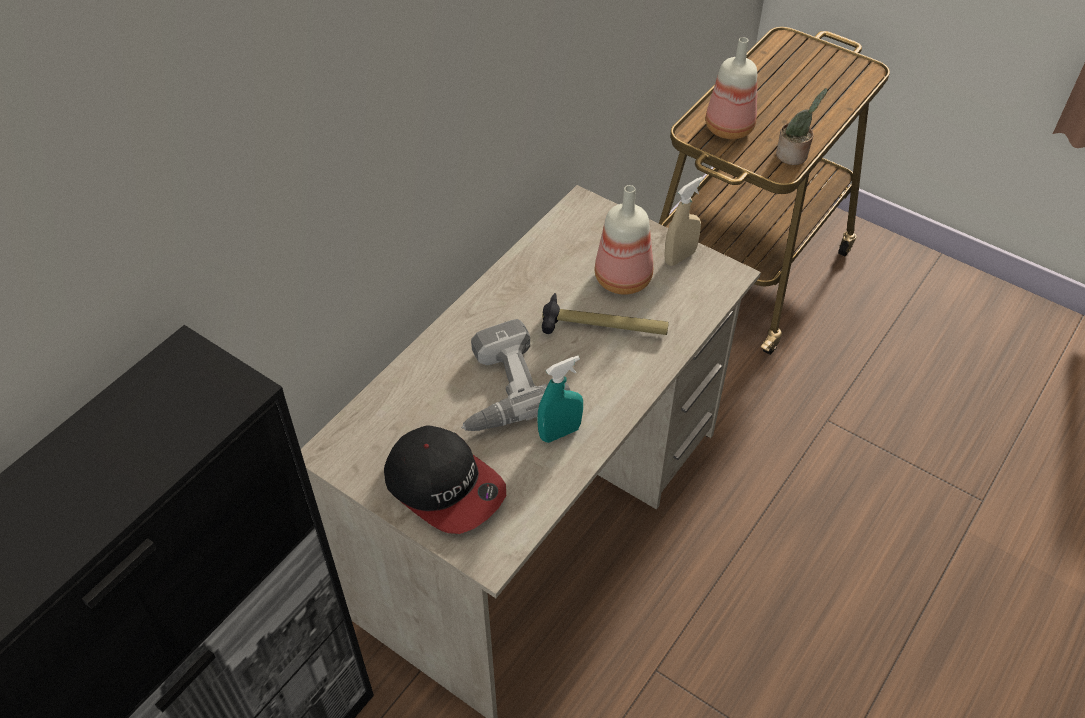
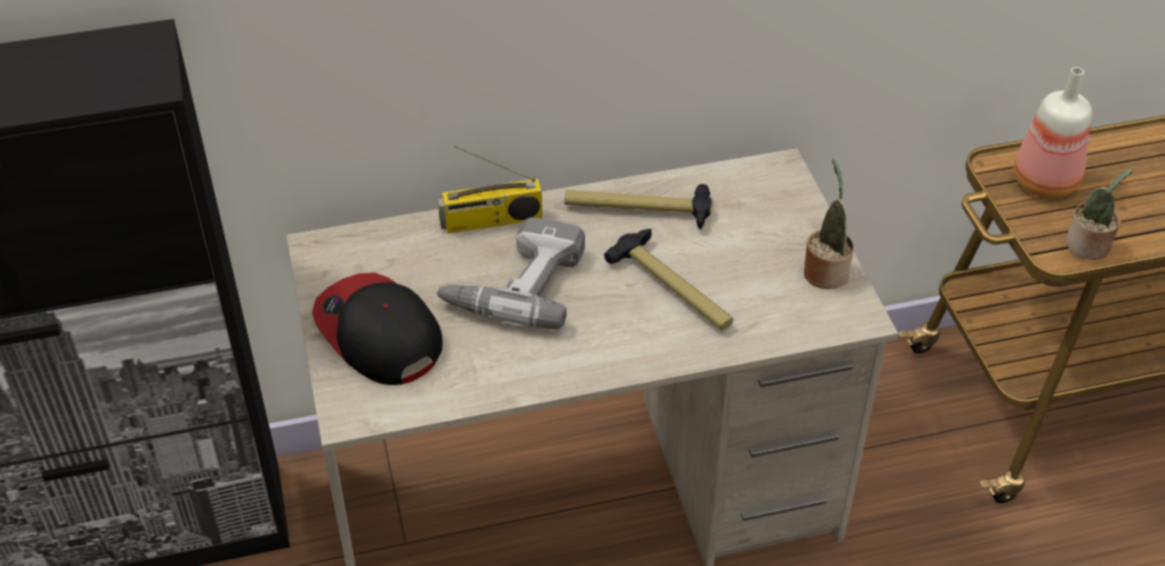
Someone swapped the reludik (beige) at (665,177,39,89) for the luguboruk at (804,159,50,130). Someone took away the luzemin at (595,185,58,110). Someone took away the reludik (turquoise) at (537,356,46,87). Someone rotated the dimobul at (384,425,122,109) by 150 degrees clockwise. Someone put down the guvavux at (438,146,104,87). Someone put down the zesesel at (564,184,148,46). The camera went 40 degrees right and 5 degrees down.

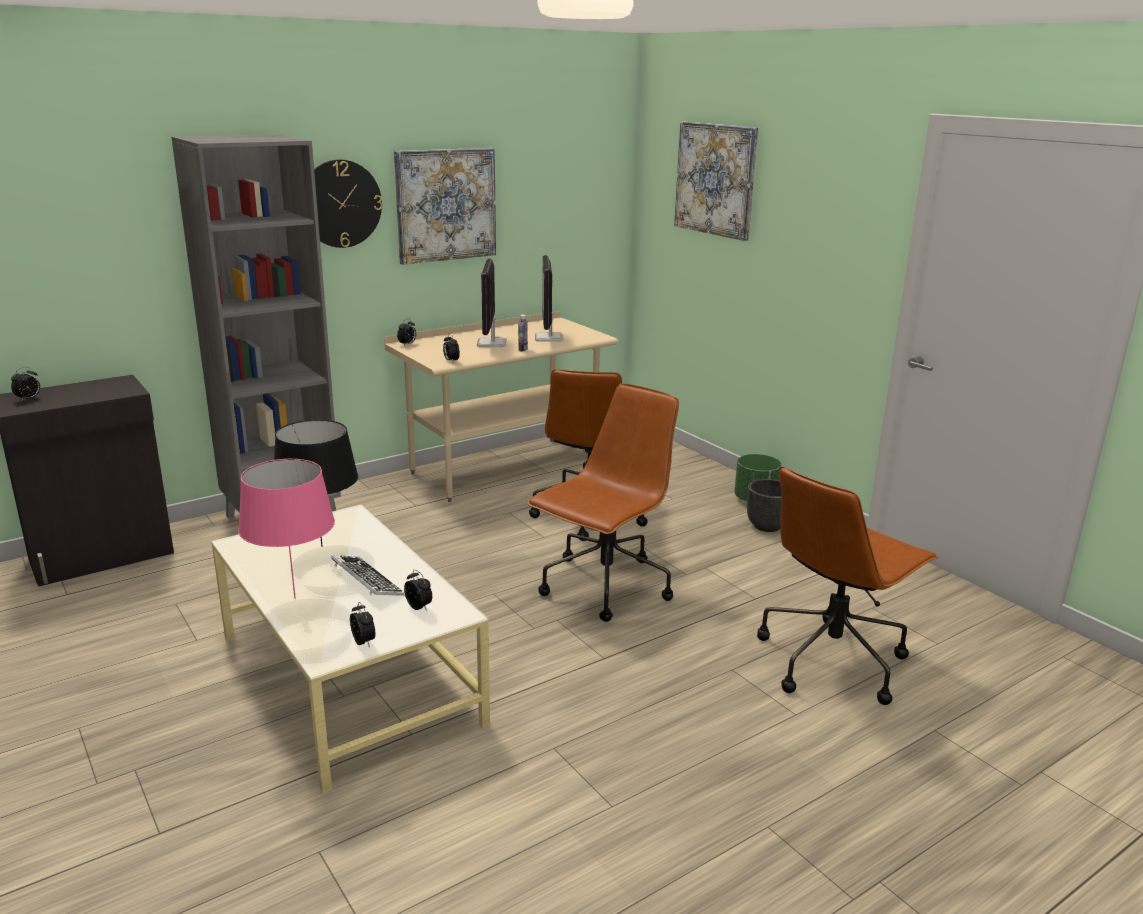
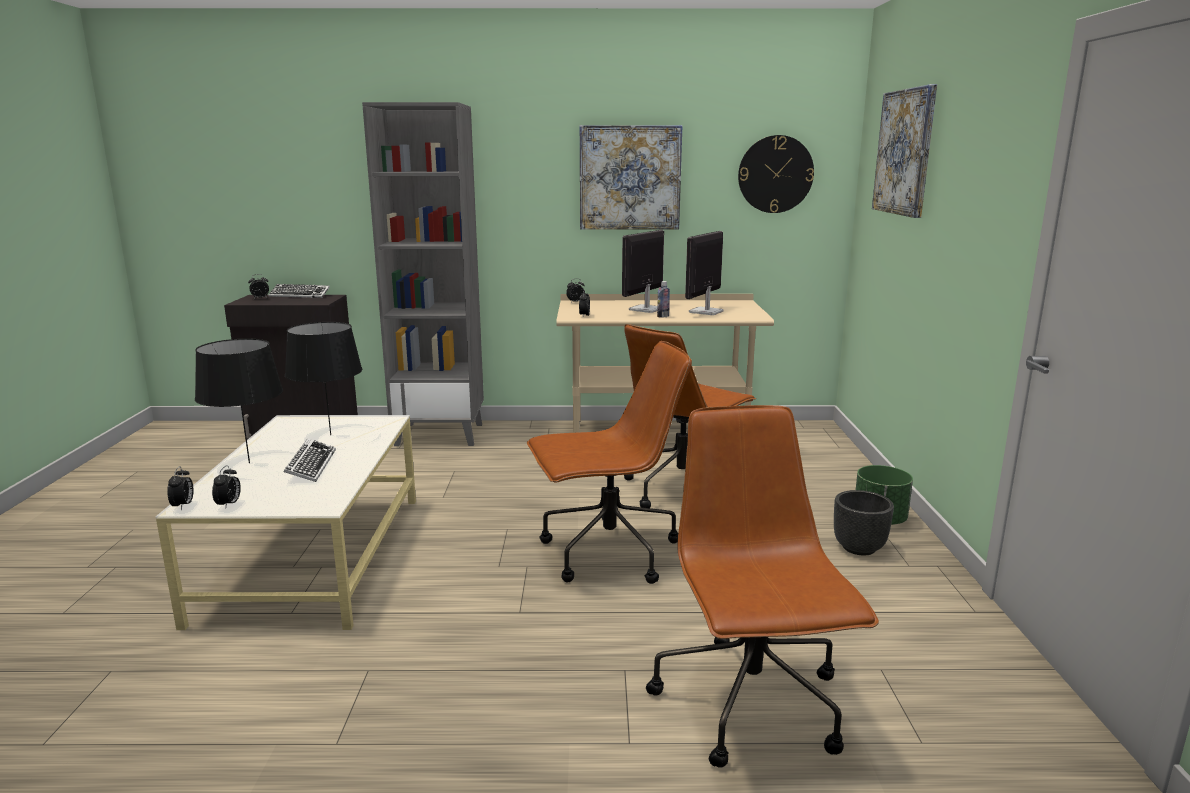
Someone carried the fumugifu from (314,159,69,89) to (738,135,76,78). Someone repainted the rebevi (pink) at (238,459,97,140), which became the rebevi (black) at (195,339,88,124). Someone rotated the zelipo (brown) at (757,466,182,239) by 90 degrees clockwise. Someone carried the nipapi from (404,570,28,41) to (167,466,27,44). Someone put down the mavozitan at (268,284,62,14). The camera went 35 degrees right and 5 degrees down.

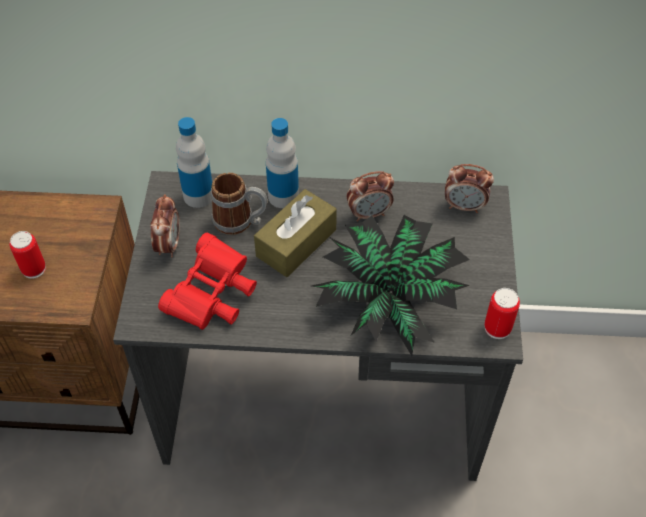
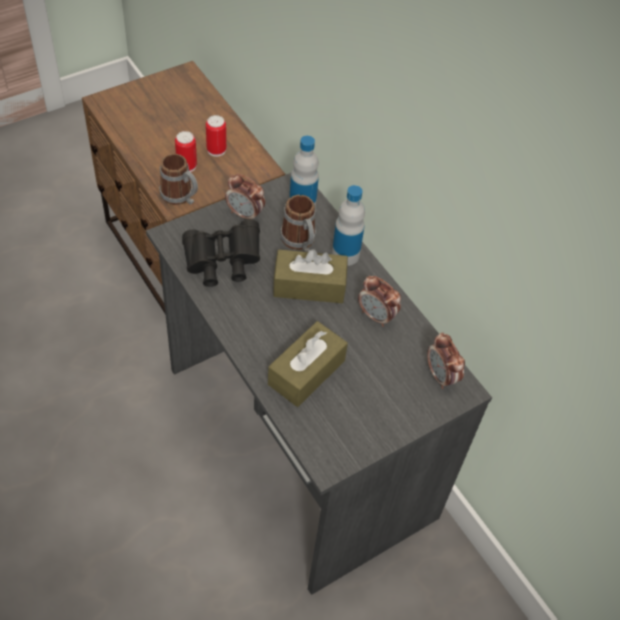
Someone rotated the nipapi at (150,194,30,63) by 60 degrees clockwise. Someone swapped the luguboruk at (311,215,159,141) for the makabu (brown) at (268,321,80,86). Someone repainted the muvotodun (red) at (158,233,99,97), which became the muvotodun (black) at (182,219,78,68). Someone carried the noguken from (484,288,36,51) to (206,115,20,42). Someone put down the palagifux at (159,154,39,51). The camera went 50 degrees right and 0 degrees up.

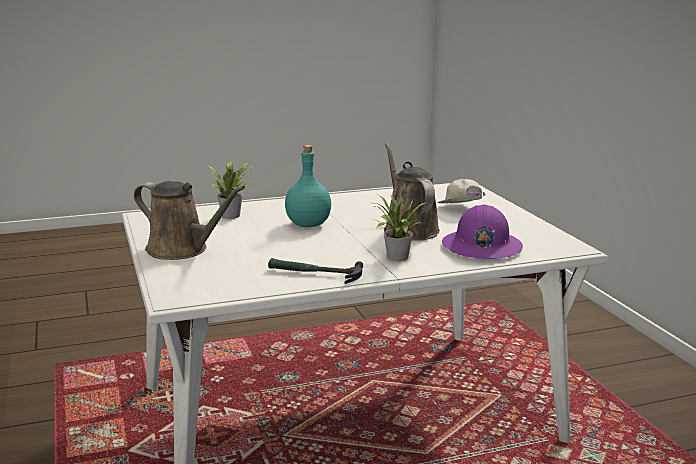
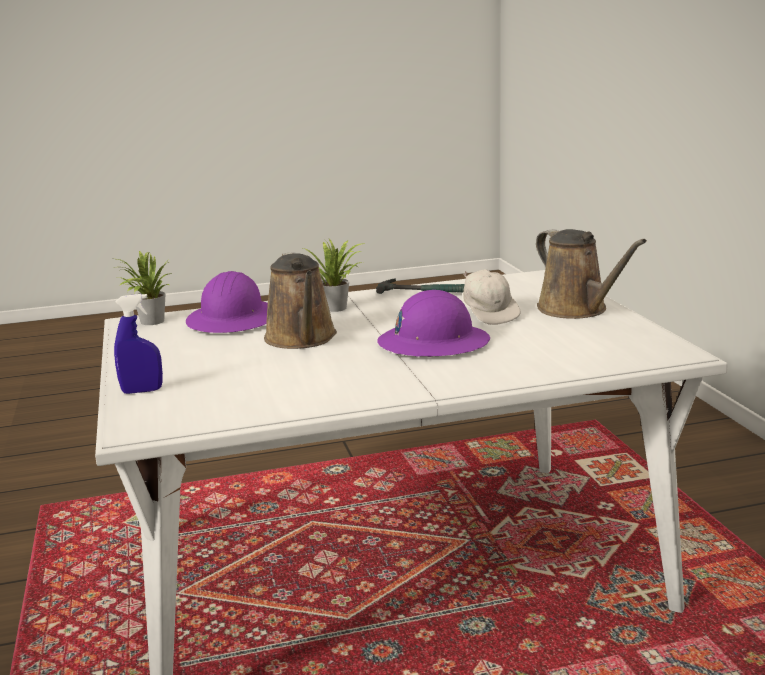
Someone swapped the luzemin (turquoise) at (285,145,46,82) for the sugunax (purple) at (377,290,113,67). Someone carried the luguboruk from (207,159,46,60) to (117,251,54,74). Someone carried the dimobul (white) from (438,179,48,24) to (463,269,58,56). Someone rotated the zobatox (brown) at (134,181,111,79) by 150 degrees counterclockwise. Someone put down the reludik (blue) at (114,294,49,100). The camera went 175 degrees left and 0 degrees up.

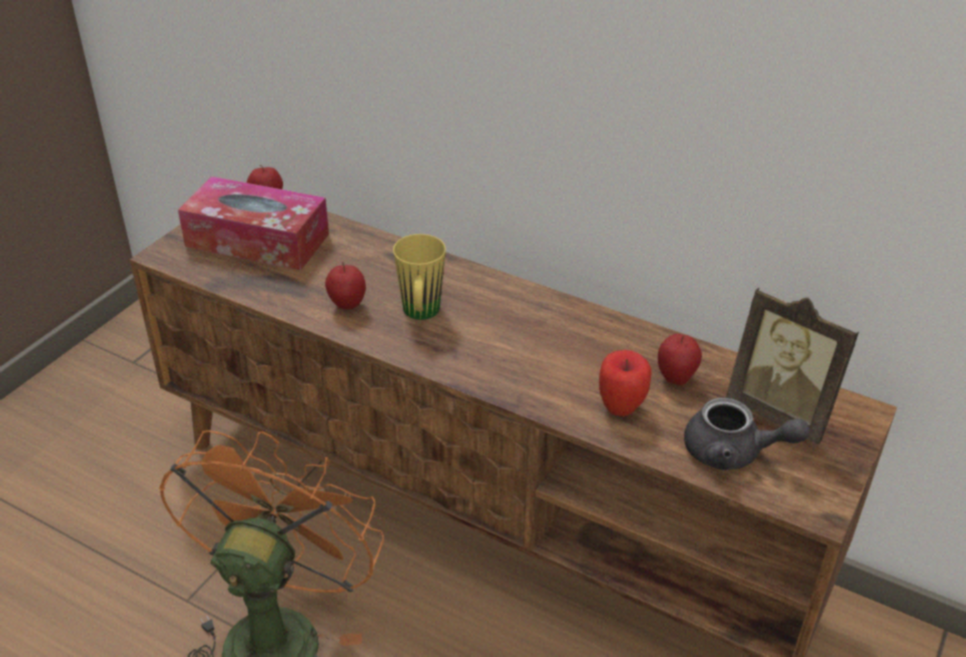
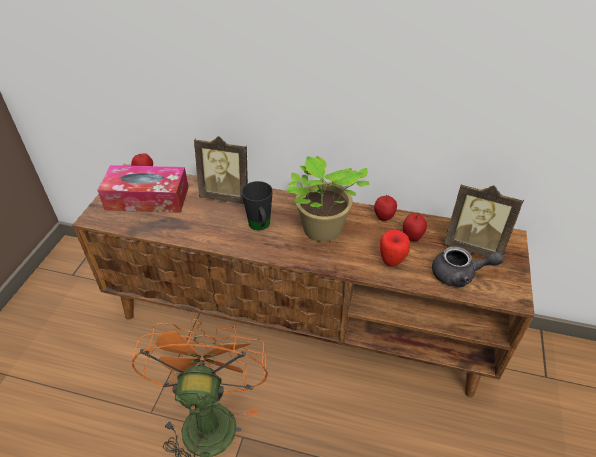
Someone repainted the palagifux (yellow) at (393,234,53,86), which became the palagifux (black) at (242,181,31,50). Someone carried the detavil from (325,262,41,48) to (374,195,23,26). Someone put down the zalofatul at (194,136,54,68). Someone put down the luguboruk at (286,156,84,86). The camera went 15 degrees left and 5 degrees up.

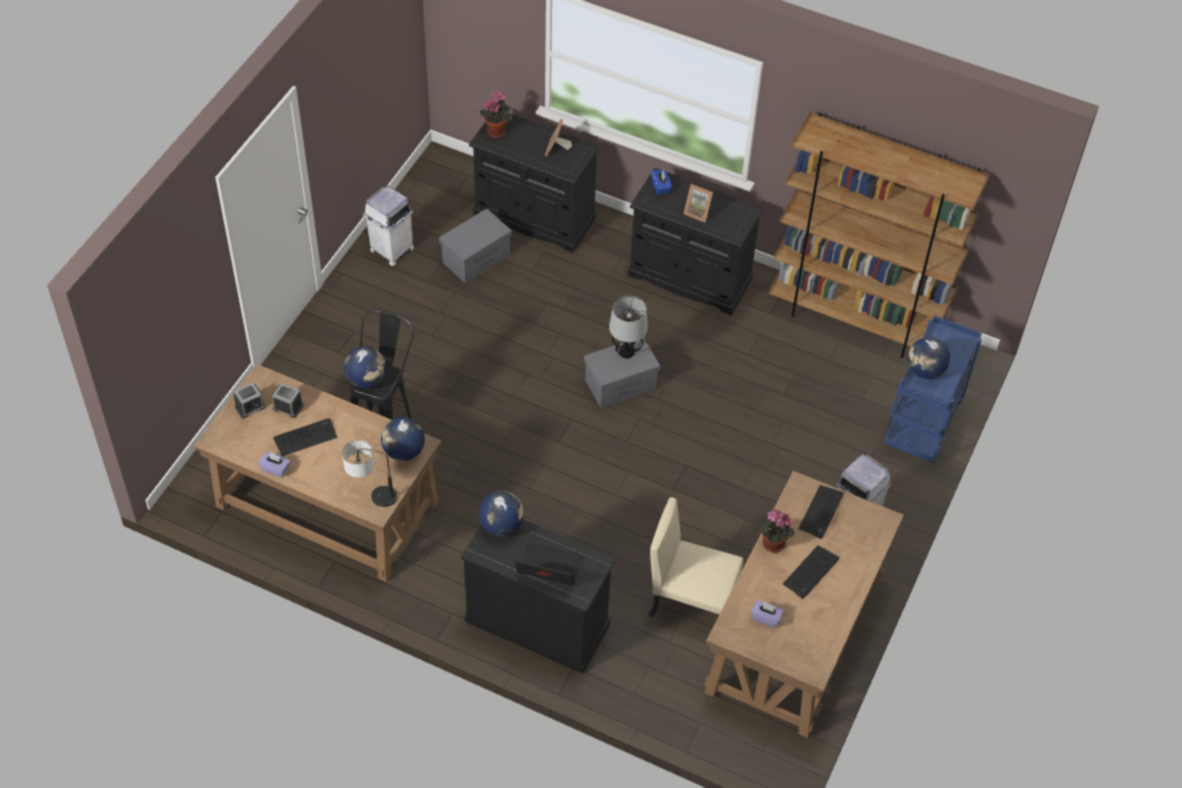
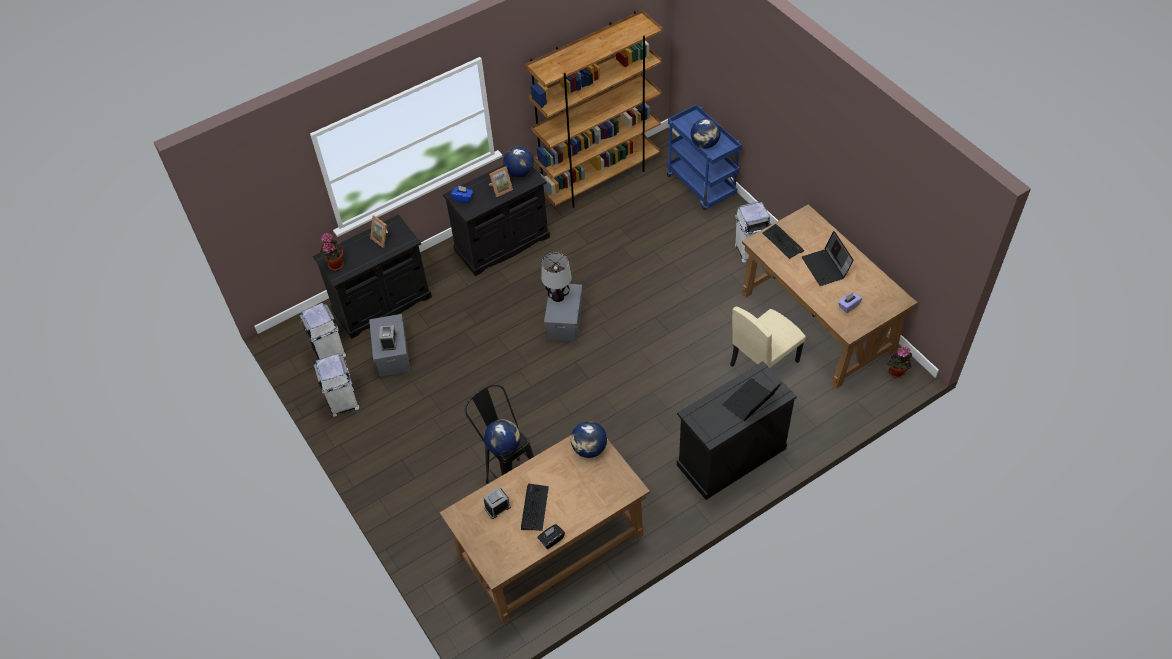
Someone carried the nipapi from (233,382,33,37) to (379,325,18,25). Someone took away the rebevi at (342,440,55,67). Someone repainted the makabu (purple) at (258,452,33,25), which became the makabu (black) at (537,524,28,25). Someone carried the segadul from (479,491,45,45) to (503,146,31,31). Someone carried the luguboruk from (758,509,37,44) to (887,346,25,32). Someone swapped the mavozitan at (783,545,56,54) for the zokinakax at (802,231,52,55). Someone put down the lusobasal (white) at (299,303,47,56). The camera went 55 degrees left and 0 degrees up.

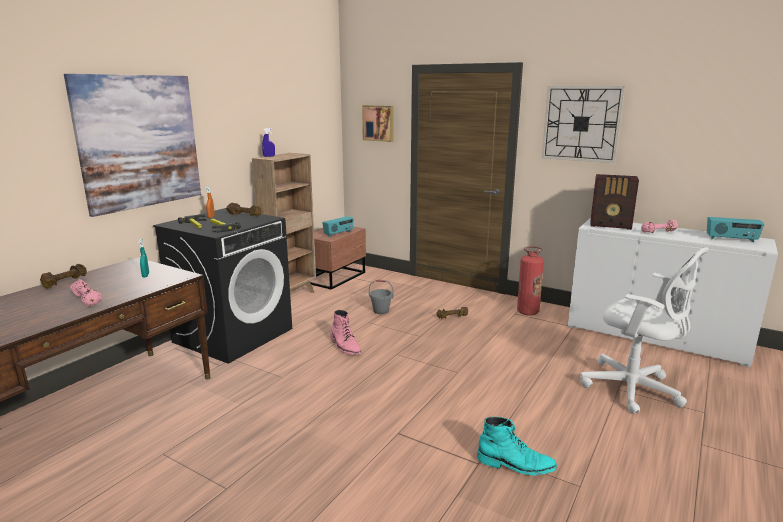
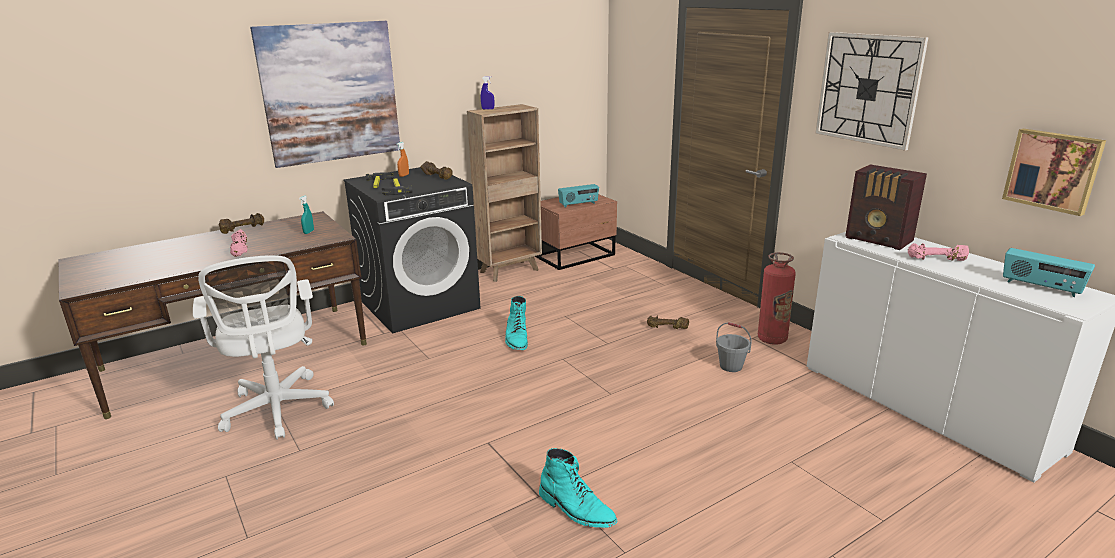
Someone carried the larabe from (362,105,31,37) to (1002,128,104,88). Someone carried the zelipo (white) from (580,247,129,167) to (193,255,141,184). Someone carried the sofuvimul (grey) from (369,280,24,34) to (716,322,36,50). Someone repainted the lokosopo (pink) at (330,310,32,45), which became the lokosopo (turquoise) at (505,296,23,54). The camera went 25 degrees right and 5 degrees up.

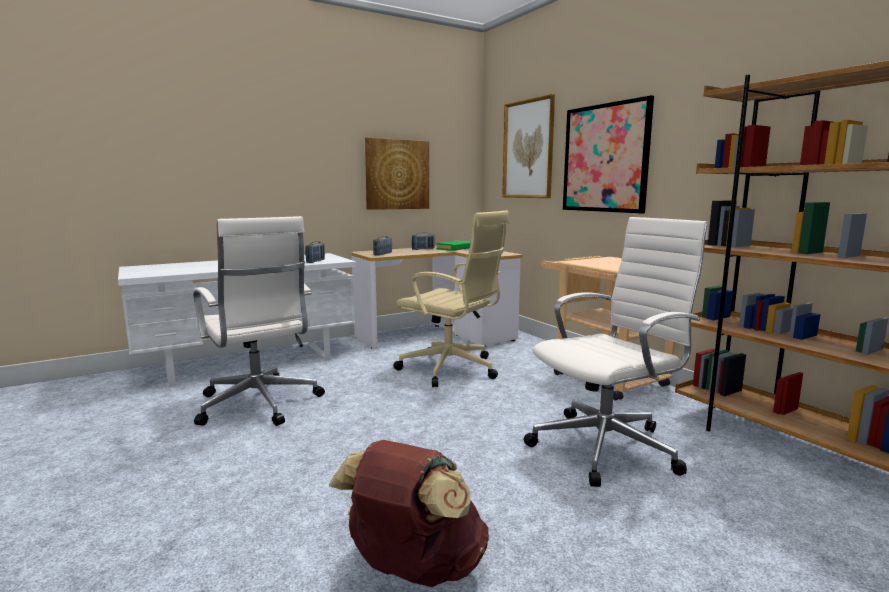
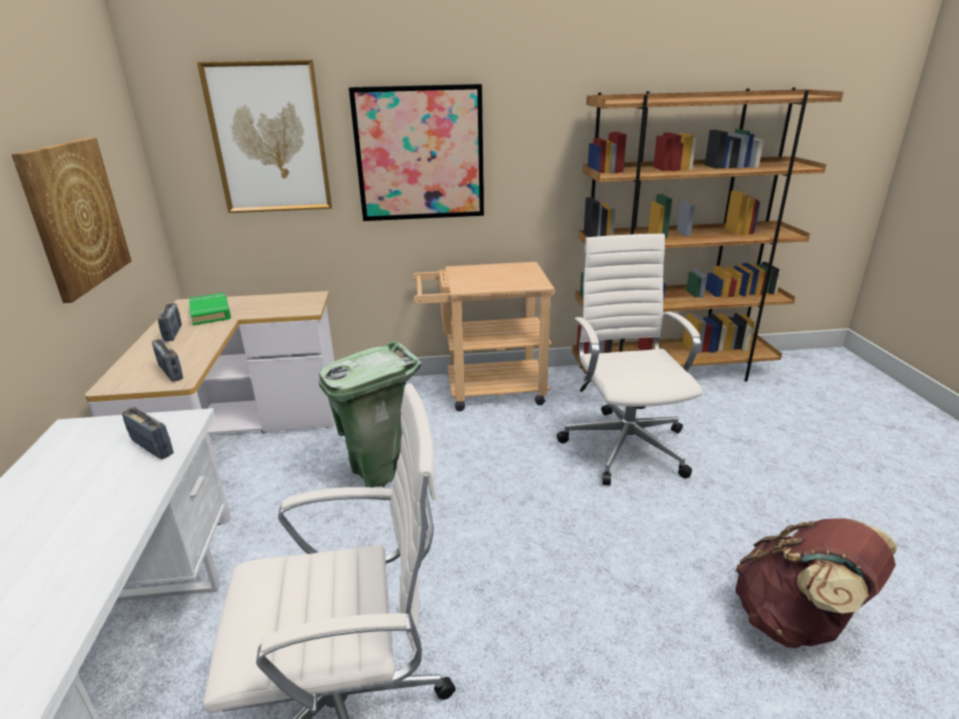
Someone swapped the zelipo (beige) at (393,210,116,177) for the lusobasal (green) at (319,341,102,147). The camera went 65 degrees left and 15 degrees up.

